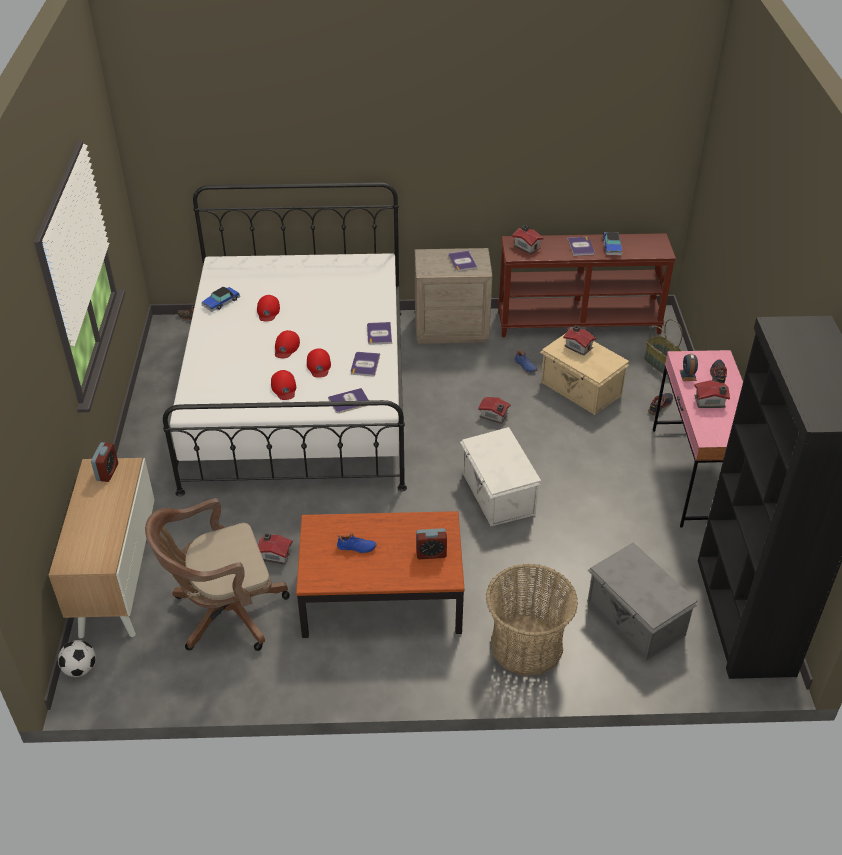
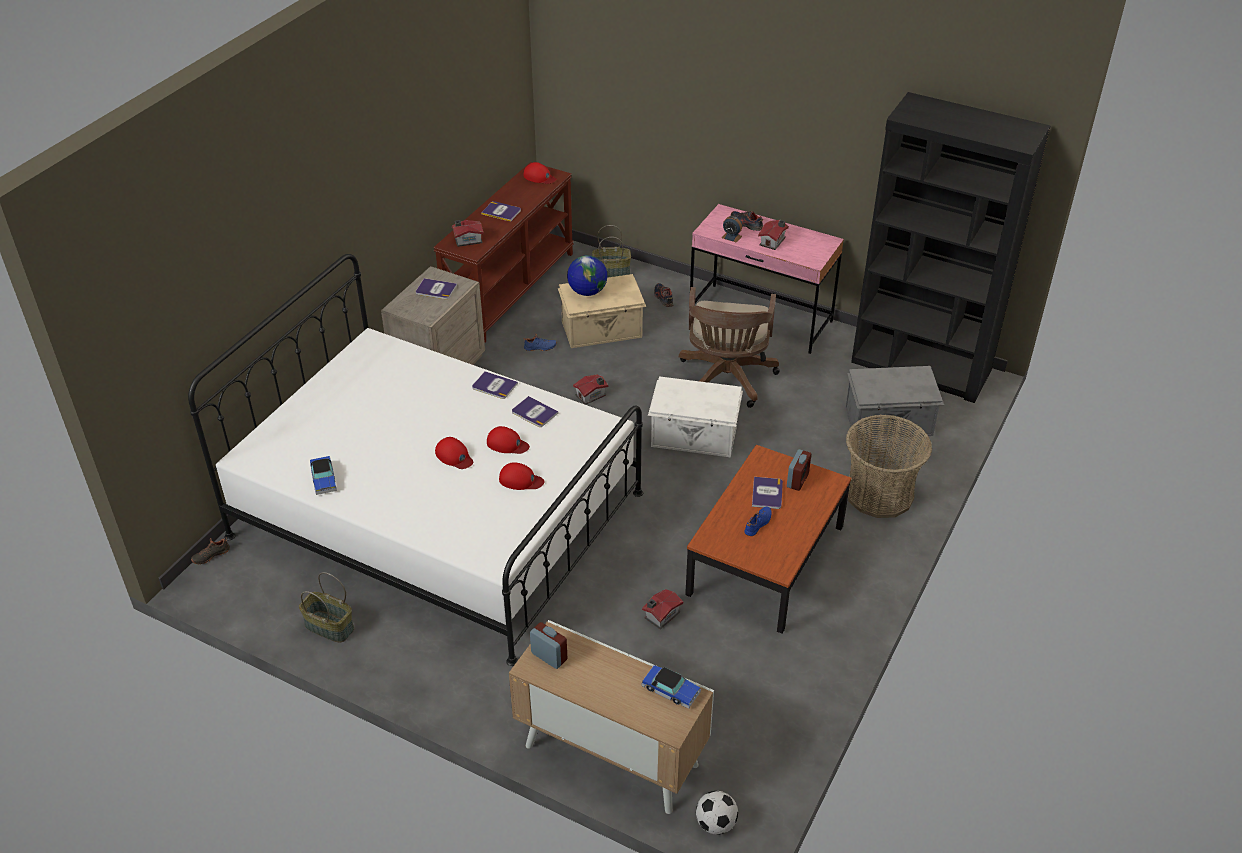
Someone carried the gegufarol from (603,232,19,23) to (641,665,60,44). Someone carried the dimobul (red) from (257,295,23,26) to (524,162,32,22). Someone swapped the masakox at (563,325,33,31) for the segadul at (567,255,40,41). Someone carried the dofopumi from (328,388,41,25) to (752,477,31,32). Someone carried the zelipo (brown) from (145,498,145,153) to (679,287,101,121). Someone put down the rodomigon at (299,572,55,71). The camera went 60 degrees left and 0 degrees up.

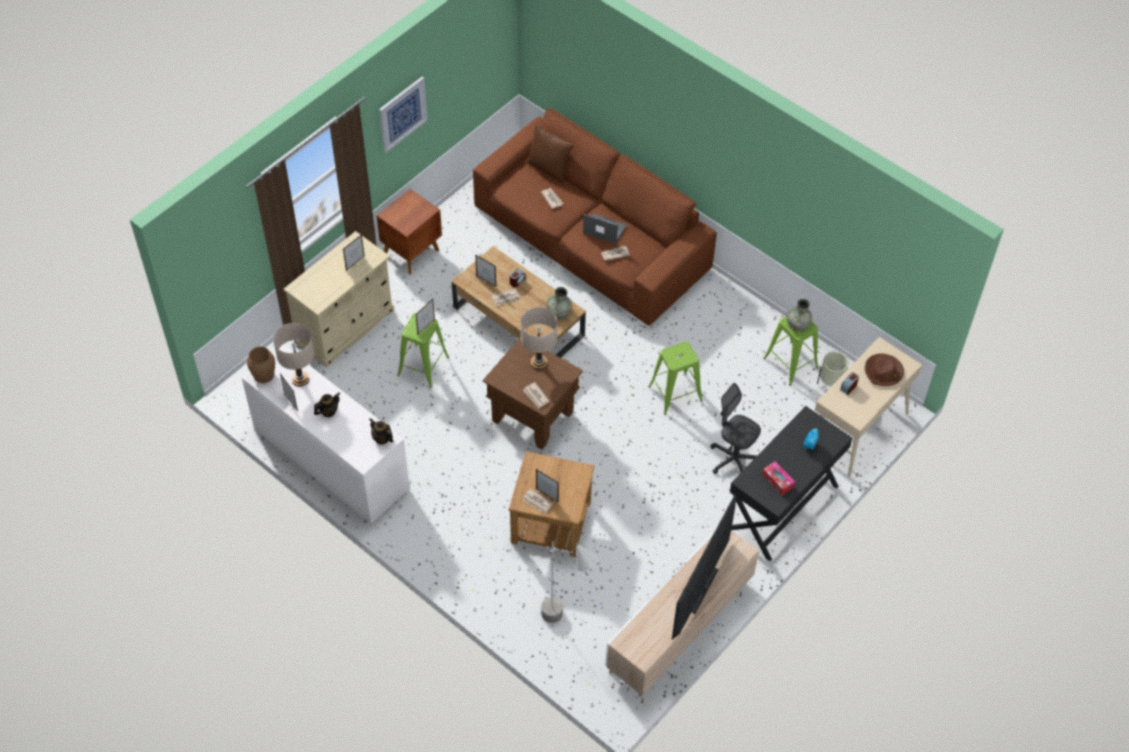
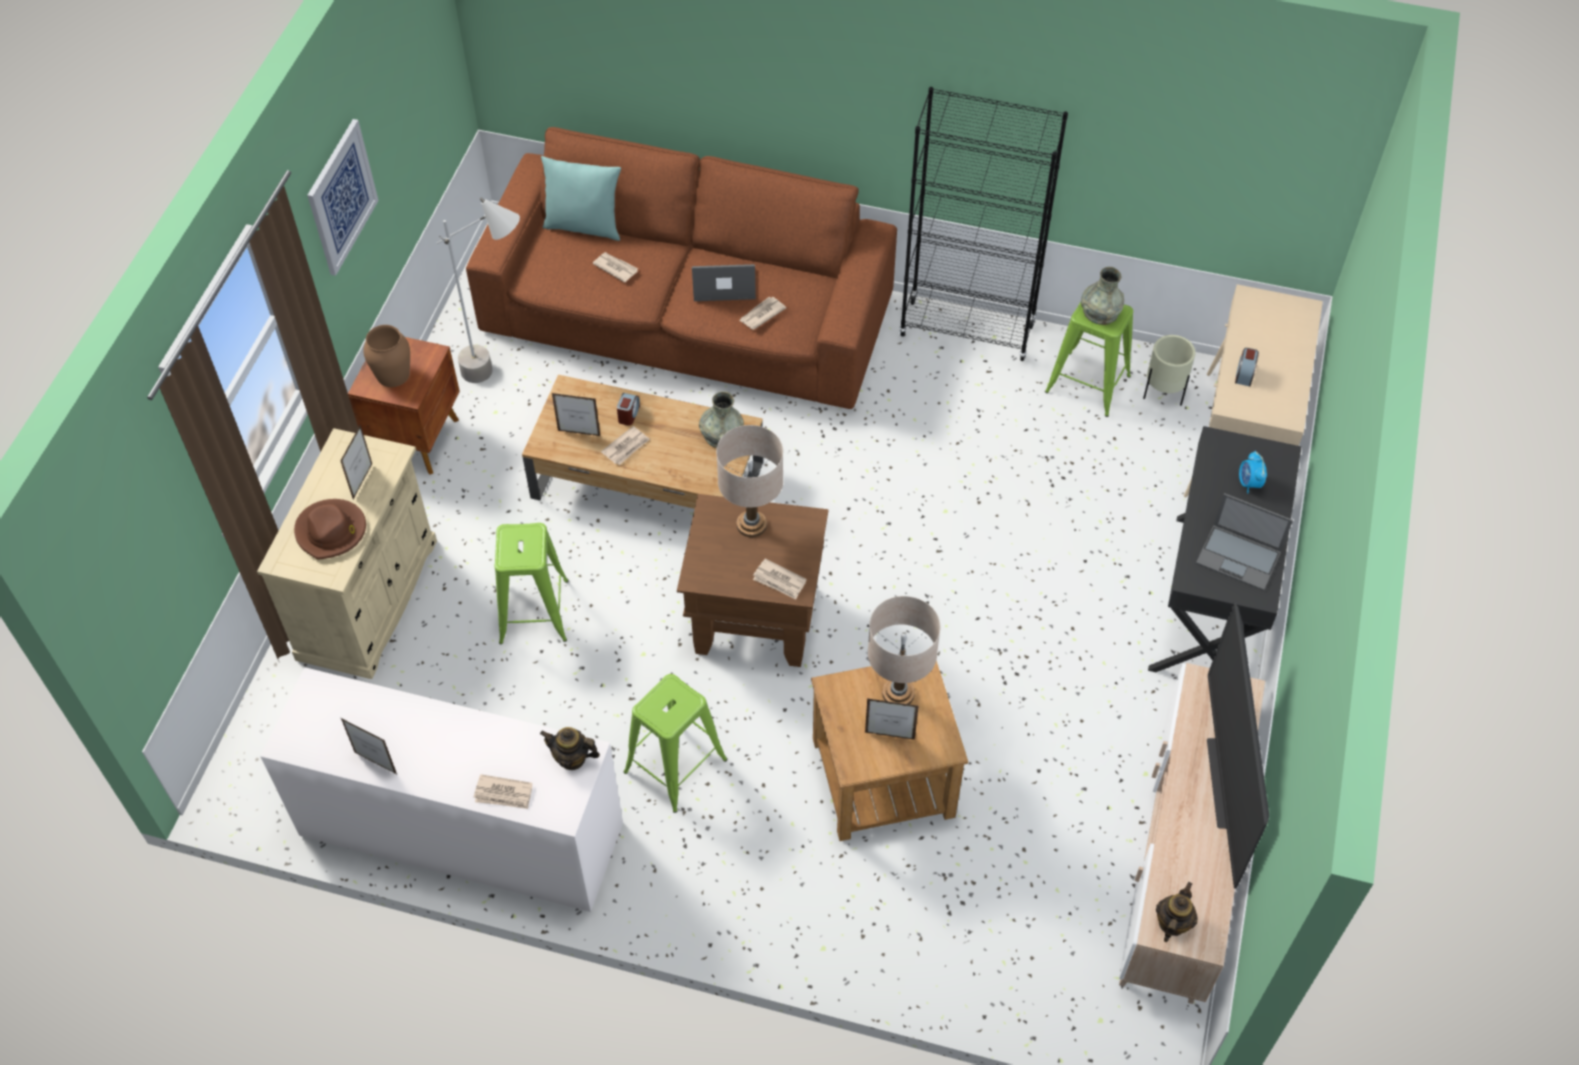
Someone repainted the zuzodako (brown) at (527,123,47,61), which became the zuzodako (turquoise) at (541,156,80,85). Someone took away the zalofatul at (416,299,19,36). Someone carried the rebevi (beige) from (273,323,41,64) to (868,596,73,108). Someone carried the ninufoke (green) from (648,341,55,74) to (624,674,103,139). Someone carried the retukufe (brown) from (247,347,28,36) to (364,325,46,62). Someone carried the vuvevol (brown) from (865,353,39,33) to (294,499,72,60). Someone took away the zelipo (grey) at (711,383,50,91). Someone carried the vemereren from (314,393,26,24) to (1156,882,42,60). Someone swapped the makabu at (762,461,33,34) for the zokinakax at (1196,493,97,98). Someone carried the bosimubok from (523,488,30,26) to (474,774,58,35). Someone carried the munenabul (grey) from (541,541,57,82) to (437,198,83,185). Someone put down the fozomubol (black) at (899,87,169,274). The camera went 25 degrees left and 0 degrees up.

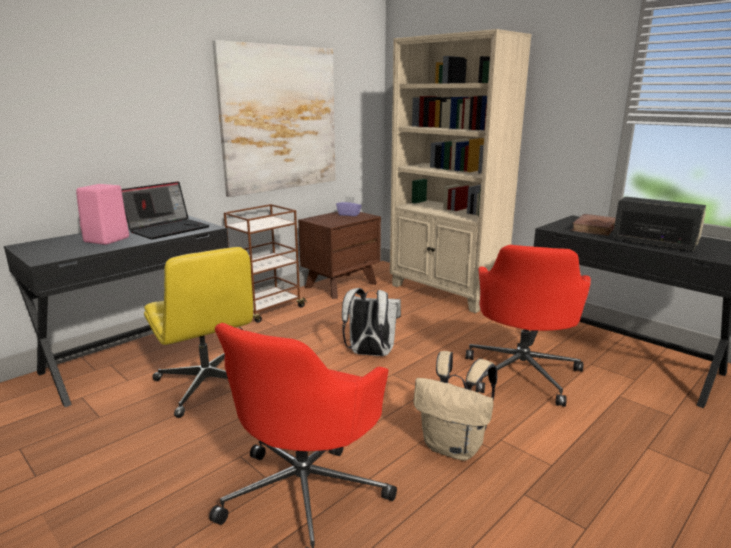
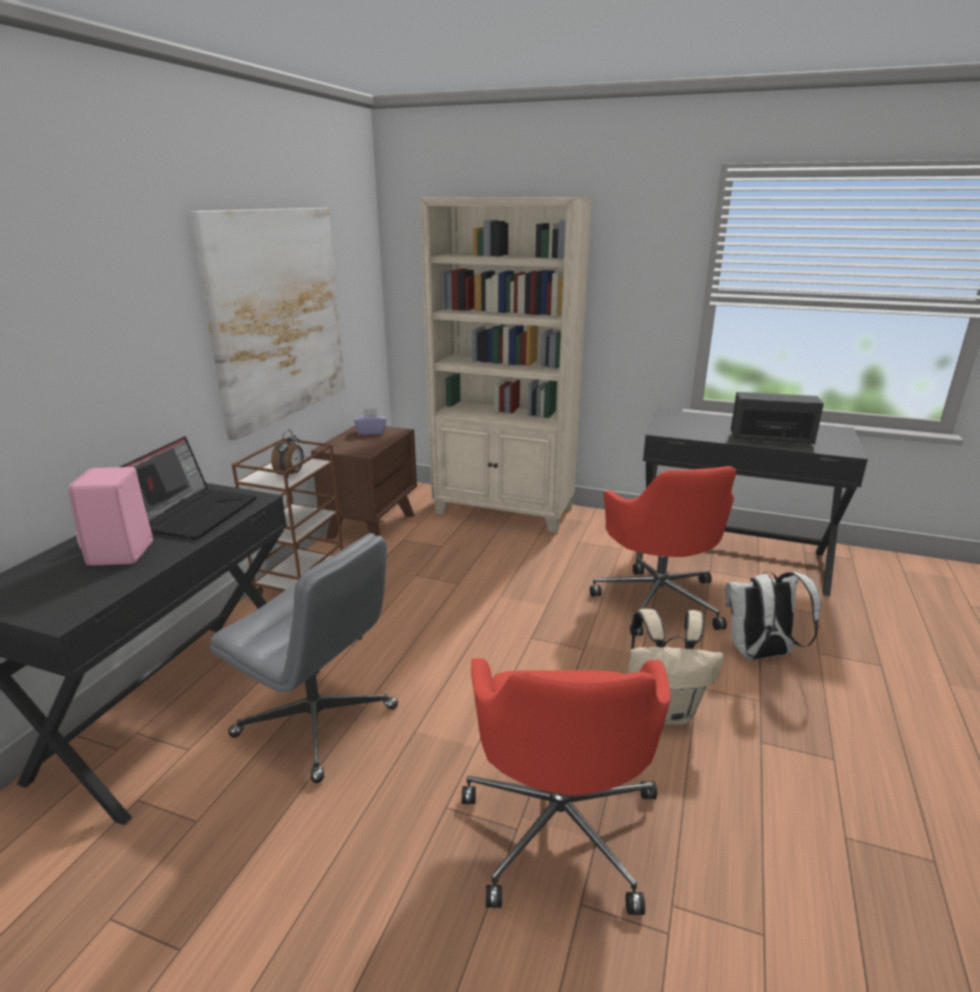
Someone took away the dofopumi (brown) at (571,214,45,22). Someone repainted the zelipo (yellow) at (144,247,109,171), which became the zelipo (grey) at (210,533,188,250). Someone carried the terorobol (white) from (342,288,59,68) to (725,571,95,89). Someone put down the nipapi at (271,430,33,48). The camera went 25 degrees left and 5 degrees up.

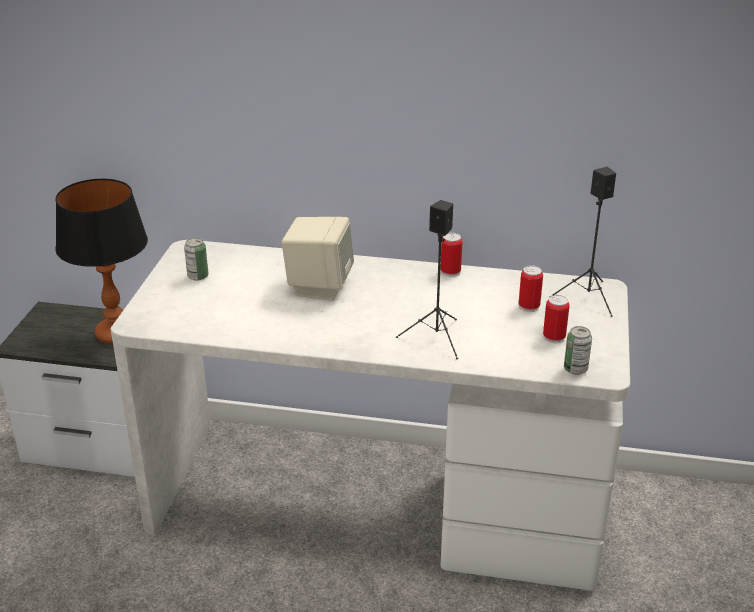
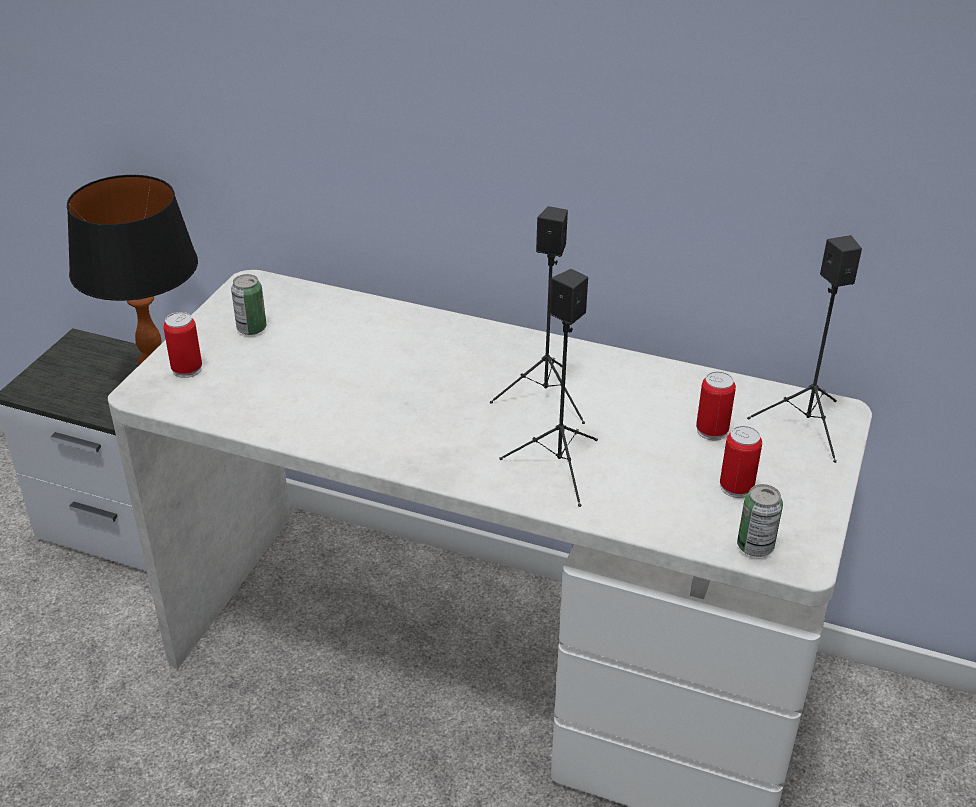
Someone took away the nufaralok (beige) at (282,217,72,84). Someone carried the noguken from (440,233,22,44) to (163,312,39,66). Someone put down the nufaralok (black) at (490,206,95,218). The camera went 10 degrees right and 5 degrees up.

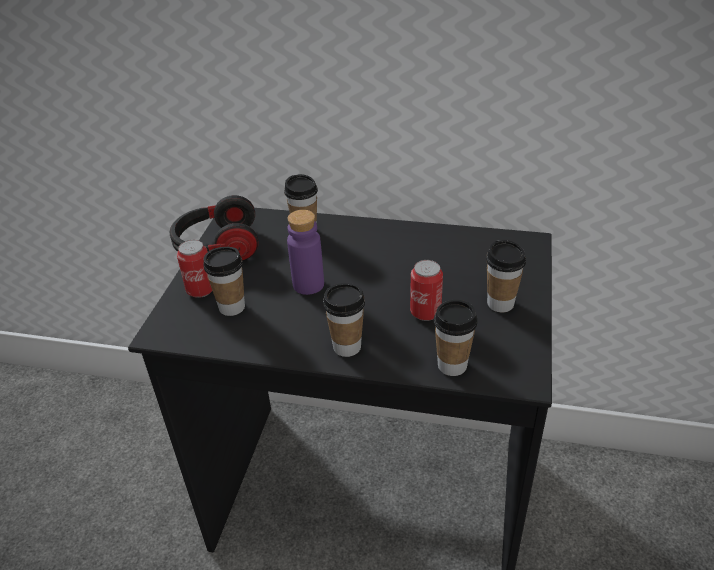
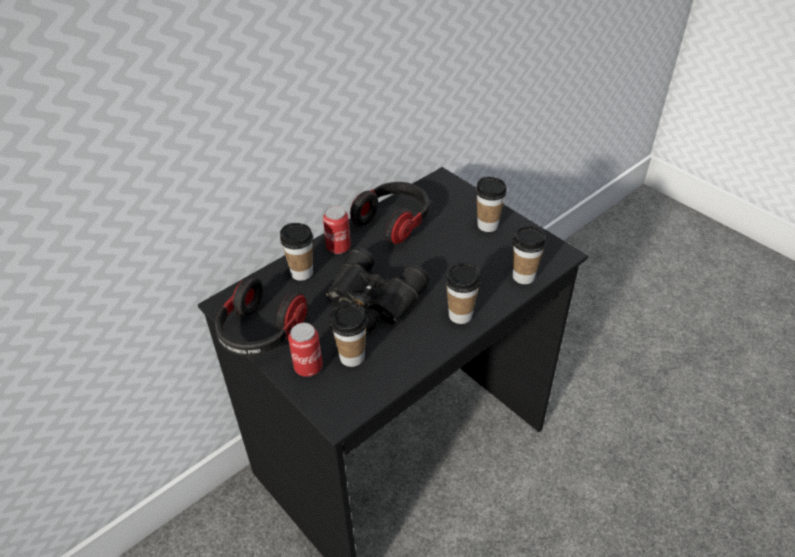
Someone swapped the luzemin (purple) at (287,210,37,85) for the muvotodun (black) at (326,247,104,88). Someone carried the noguken from (410,260,33,61) to (323,206,28,48). Someone put down the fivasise at (350,182,79,62). The camera went 55 degrees left and 5 degrees up.

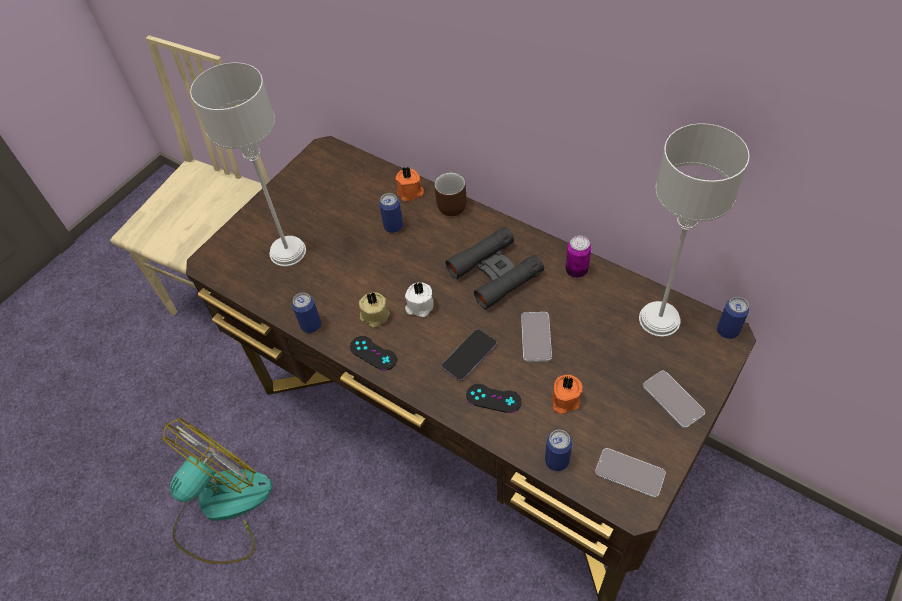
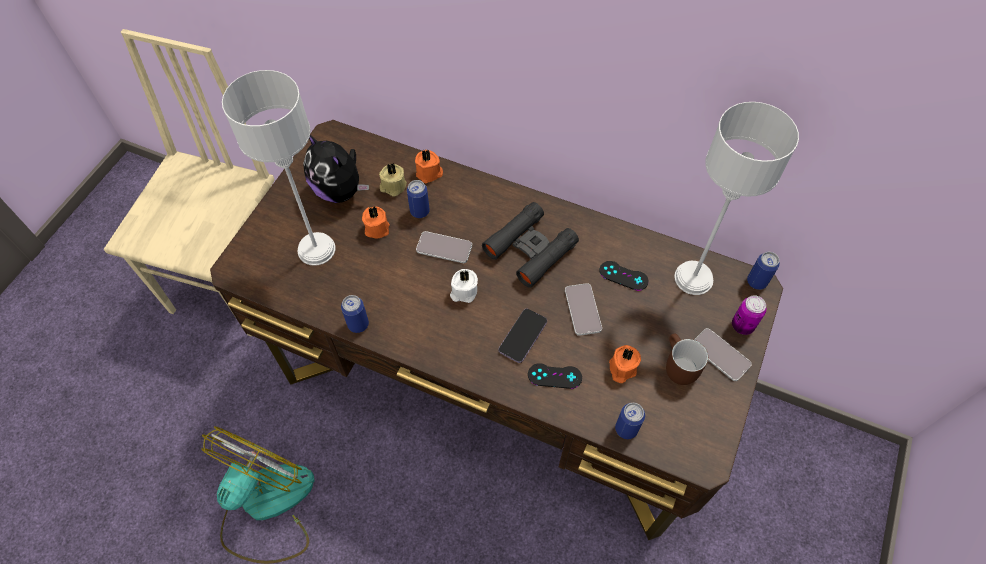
Someone carried the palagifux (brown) from (434,172,33,44) to (666,334,42,51). Someone carried the noguken from (565,236,26,42) to (732,295,34,40). Someone carried the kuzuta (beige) from (359,292,31,36) to (379,163,28,34). Someone carried the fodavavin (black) from (350,336,47,35) to (599,261,50,30). Someone carried the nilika from (595,448,71,50) to (416,231,56,32). Someone put down the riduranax at (303,135,66,68). Someone put down the kuzuta (orange) at (362,207,28,31). The camera went 15 degrees left and 5 degrees up.

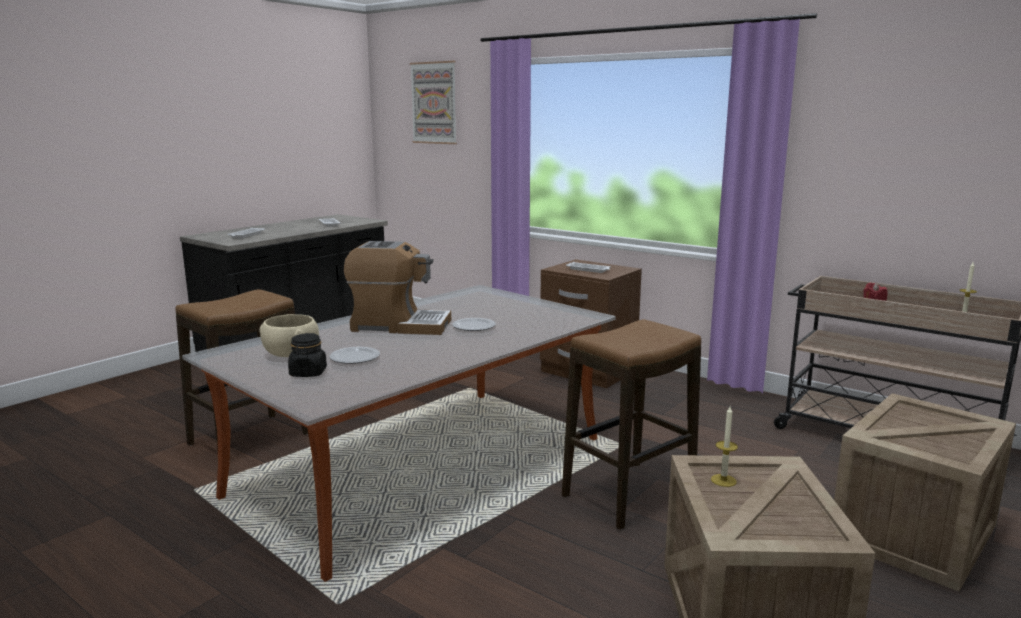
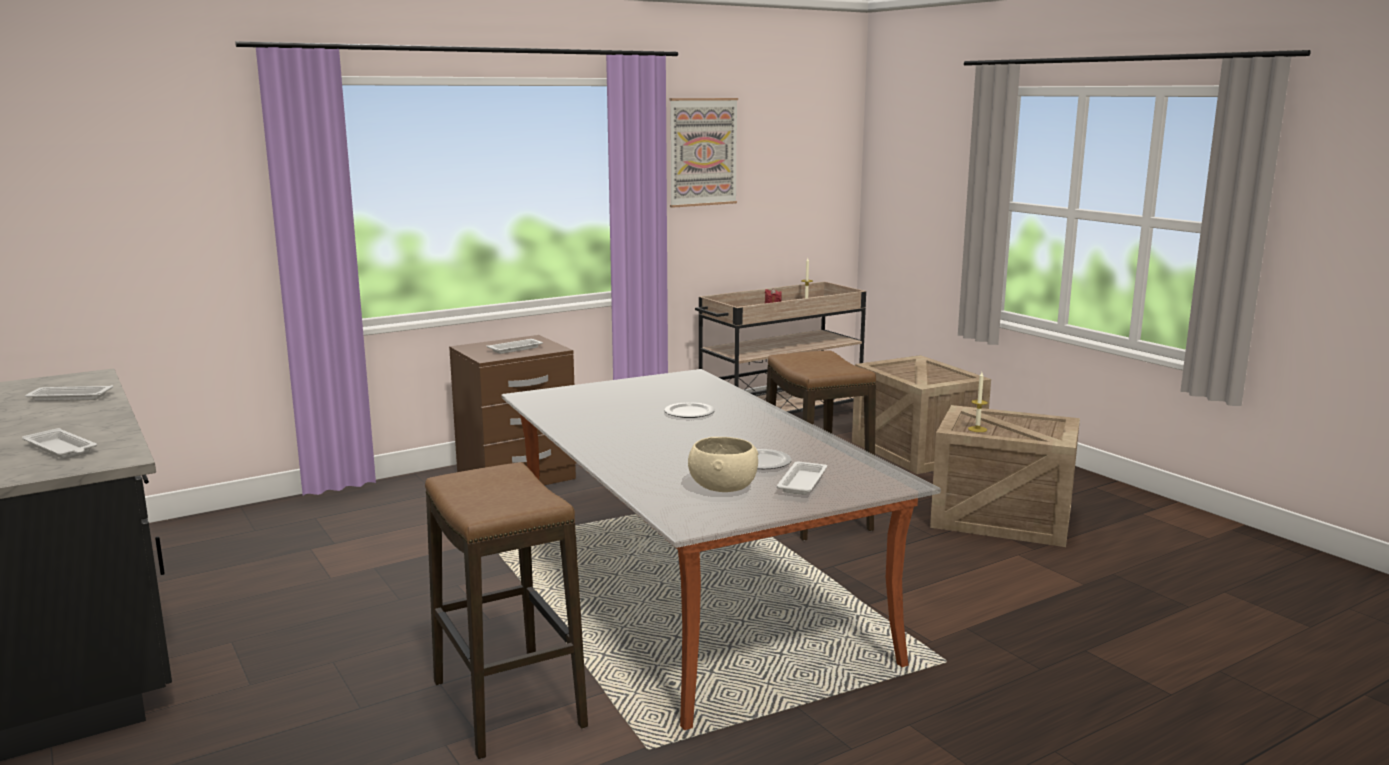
Someone carried the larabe from (410,61,47,83) to (669,98,69,110). Someone took away the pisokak at (344,241,107,94). Someone swapped the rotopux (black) at (288,333,39,44) for the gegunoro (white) at (776,461,51,34). The camera went 70 degrees left and 0 degrees up.

